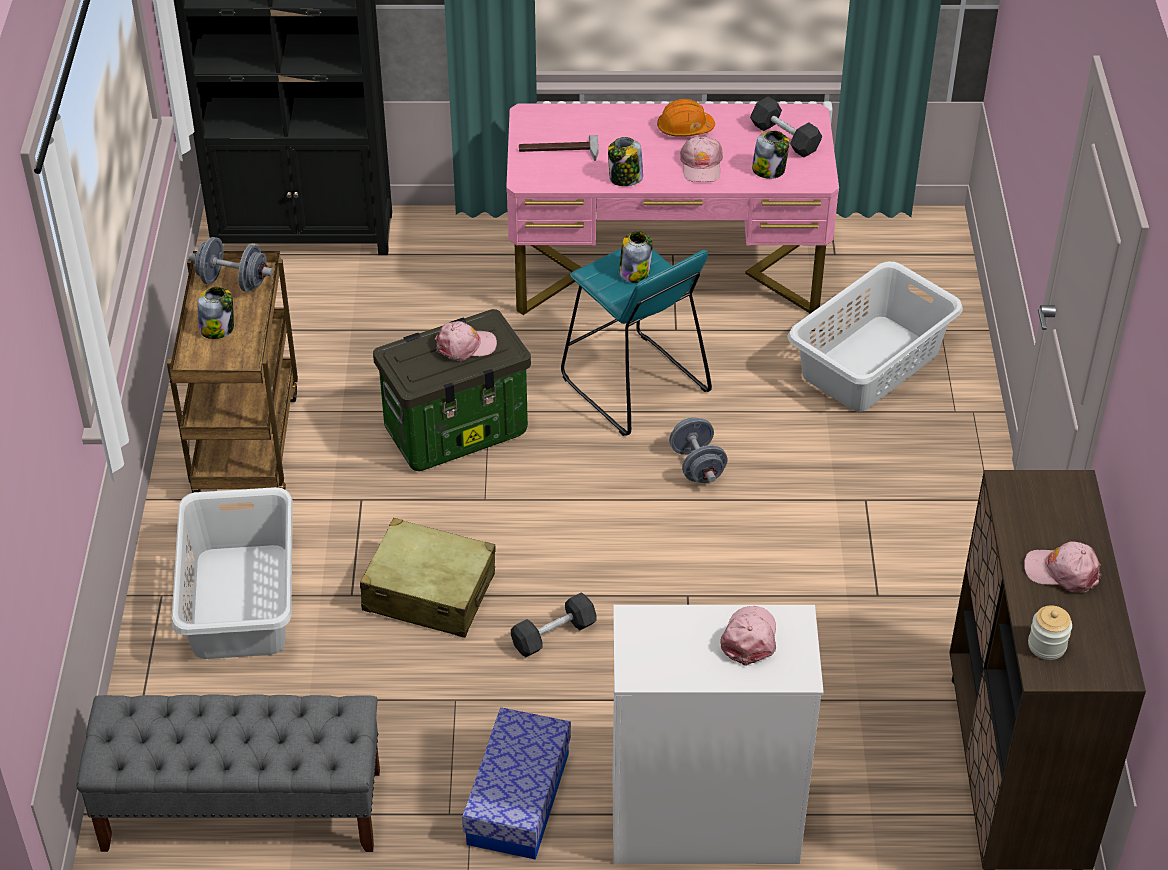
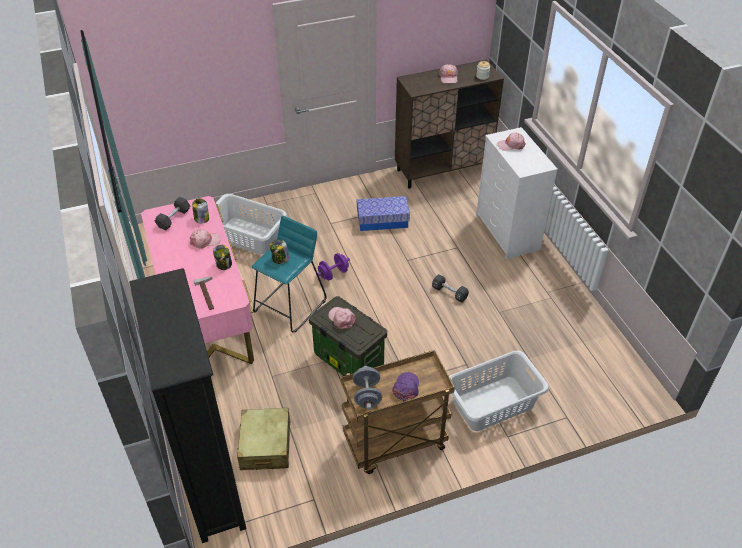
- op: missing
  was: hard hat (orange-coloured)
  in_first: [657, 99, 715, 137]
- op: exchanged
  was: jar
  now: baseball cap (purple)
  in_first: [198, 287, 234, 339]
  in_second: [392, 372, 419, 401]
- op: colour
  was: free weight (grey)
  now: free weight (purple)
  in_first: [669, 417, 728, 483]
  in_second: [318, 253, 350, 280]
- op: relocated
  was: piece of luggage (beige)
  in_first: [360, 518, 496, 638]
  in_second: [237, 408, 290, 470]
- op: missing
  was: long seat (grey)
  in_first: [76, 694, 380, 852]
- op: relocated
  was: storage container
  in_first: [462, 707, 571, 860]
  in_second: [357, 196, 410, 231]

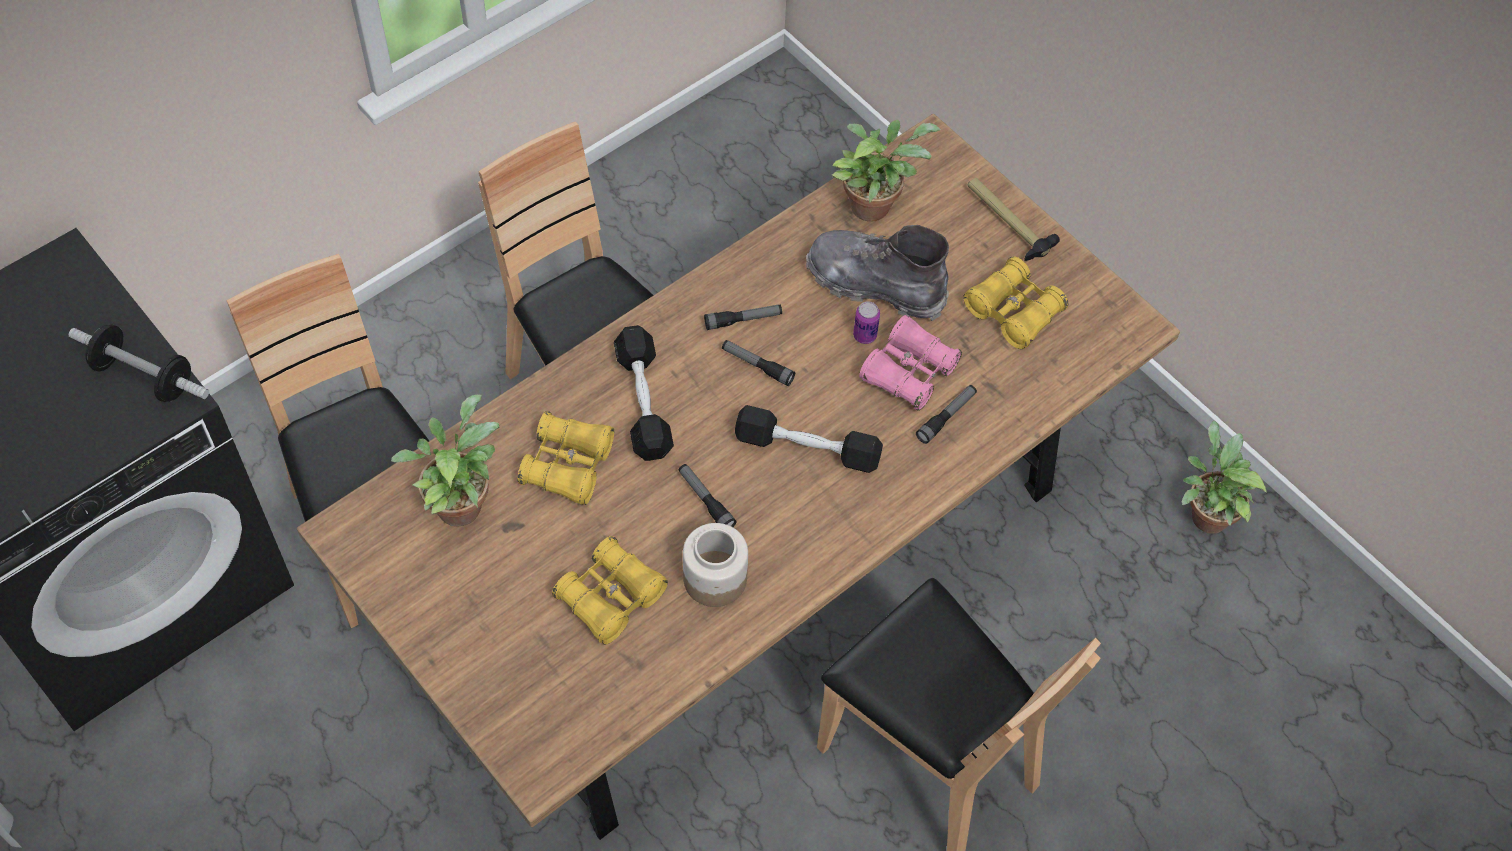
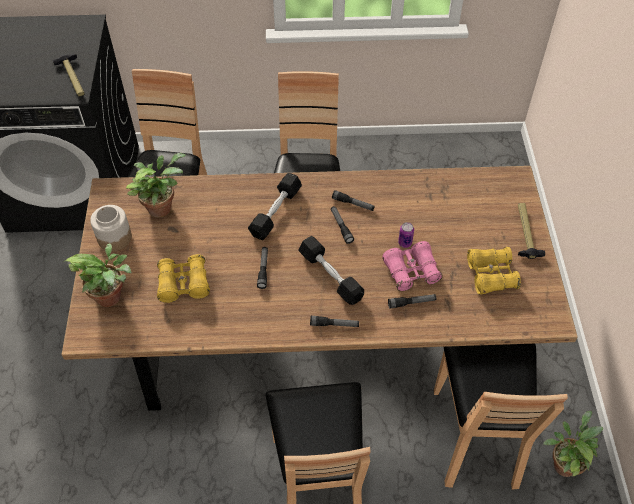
- op: relocated
  was: houseplant
  in_first: [832, 120, 941, 222]
  in_second: [64, 243, 132, 307]
- op: missing
  was: boot (grey)
  in_first: [806, 225, 949, 321]
- op: exchanged
  was: free weight
  now: hand hammer
  in_first: [69, 324, 209, 402]
  in_second: [53, 54, 84, 96]
- op: missing
  was: binoculars (yellowish)
  in_first: [518, 411, 614, 505]
- op: relocated
  was: jar
  in_first: [683, 523, 748, 607]
  in_second: [90, 205, 132, 251]
- op: appeared
  now: torch
  in_second: [310, 316, 359, 327]
- op: appeared
  now: upright chair (brown-coloured)
  in_second: [434, 344, 568, 489]

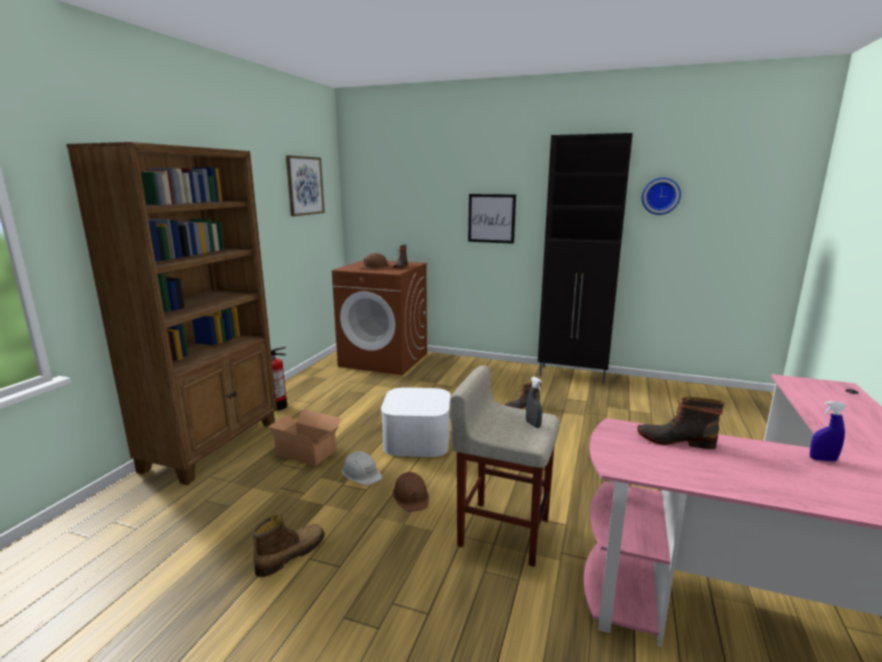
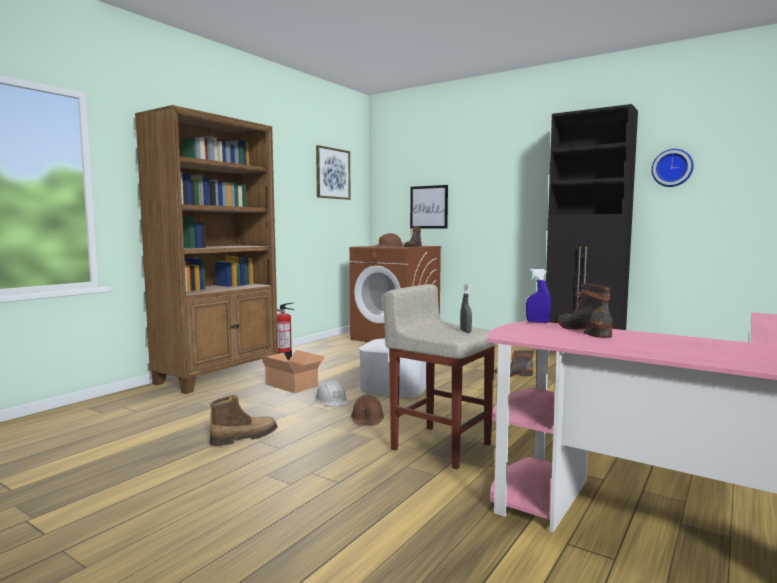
- op: relocated
  was: wall picture
  in_first: [468, 194, 516, 244]
  in_second: [410, 185, 448, 229]
- op: spun
  was: boot
  in_first: [637, 397, 724, 449]
  in_second: [557, 284, 613, 338]
  clockwise: 45
- op: relocated
  was: sprayer (bluish)
  in_first: [810, 401, 847, 461]
  in_second: [526, 269, 551, 323]

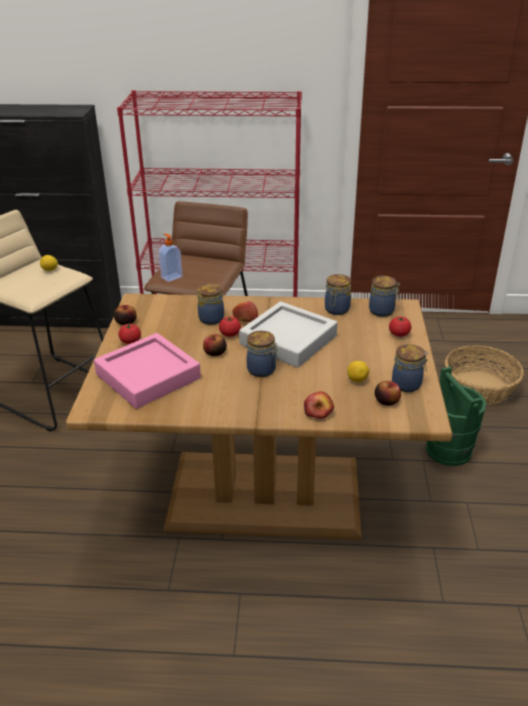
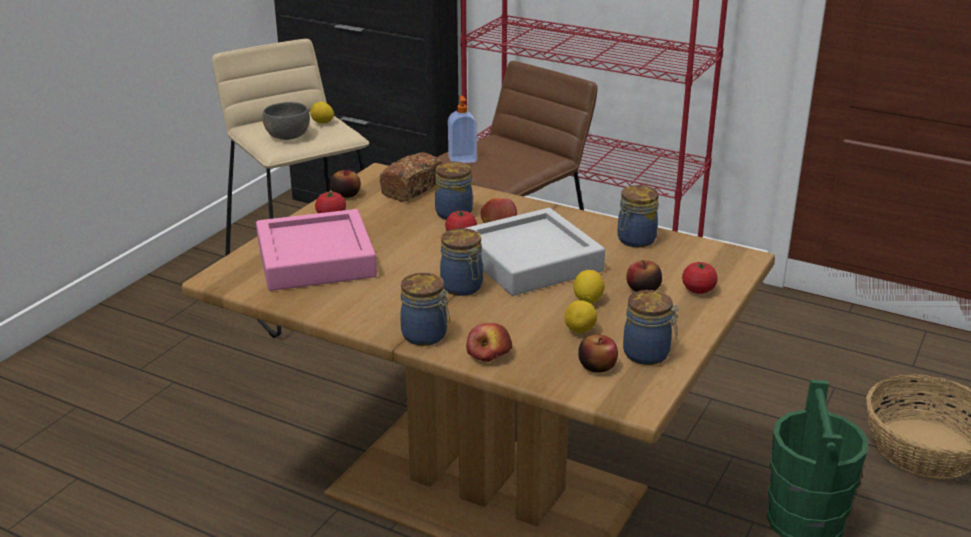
- op: relocated
  was: jar
  in_first: [369, 276, 400, 317]
  in_second: [400, 273, 450, 346]
- op: relocated
  was: apple
  in_first: [203, 334, 227, 356]
  in_second: [626, 260, 662, 292]
- op: appeared
  now: bowl (grey)
  in_second: [263, 102, 310, 140]
- op: appeared
  now: bakery bread
  in_second: [380, 152, 442, 202]
- op: appeared
  now: whole lemon
  in_second: [574, 270, 605, 304]

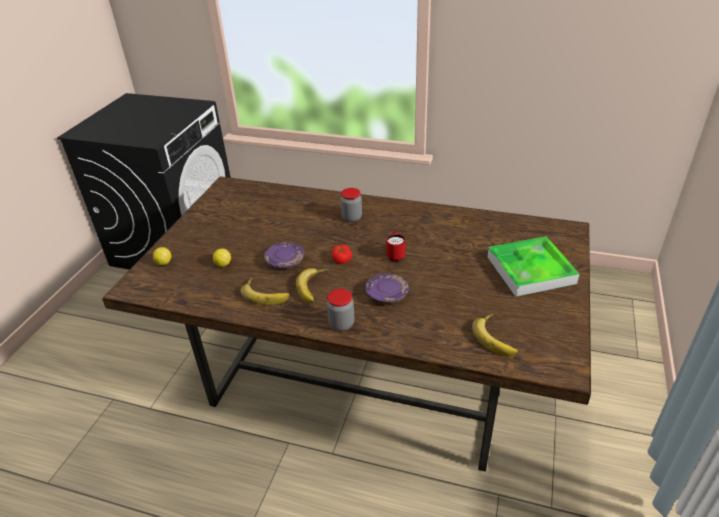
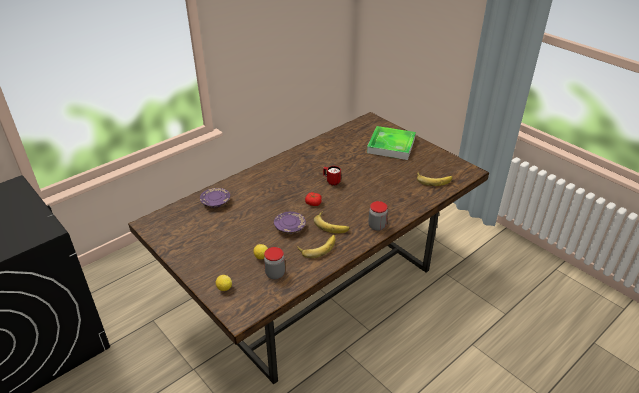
- op: relocated
  was: jar
  in_first: [341, 188, 362, 222]
  in_second: [264, 247, 285, 279]
- op: relocated
  was: dinner plate (purple)
  in_first: [365, 273, 409, 304]
  in_second: [200, 188, 230, 208]

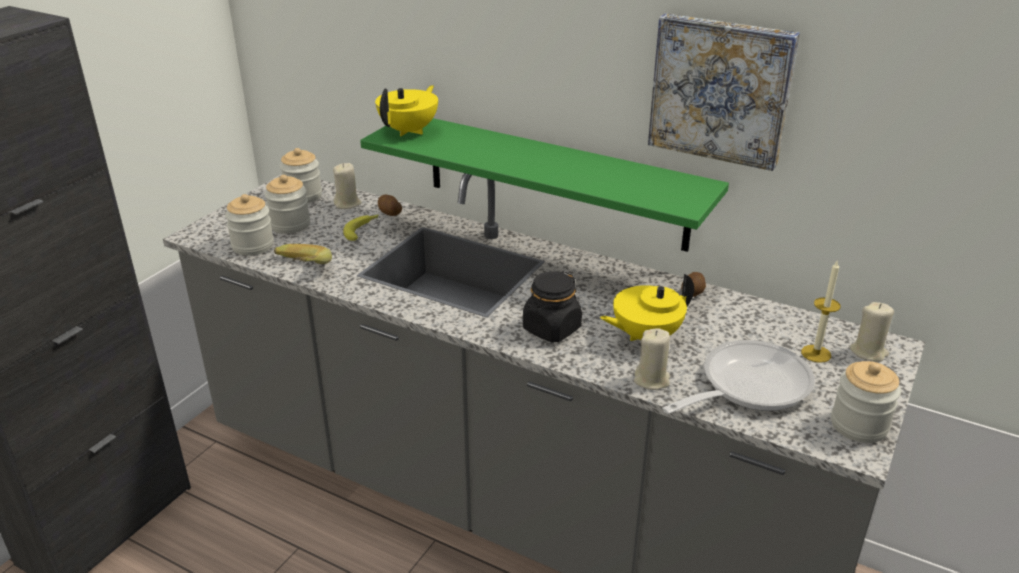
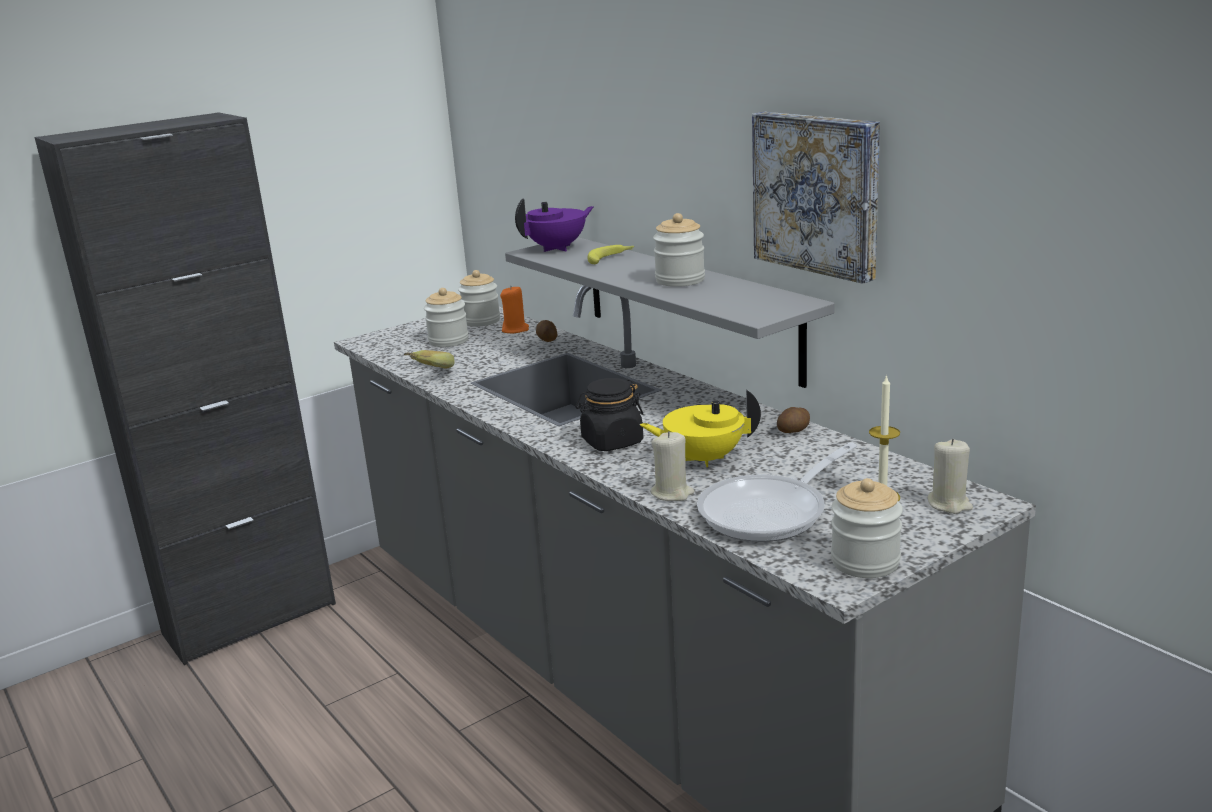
- op: colour
  was: pot for tea (yellowish)
  now: pot for tea (purple)
  in_first: [375, 85, 438, 136]
  in_second: [515, 198, 594, 252]
- op: colour
  was: bracket shelf (green-coloured)
  now: bracket shelf (grey)
  in_first: [360, 118, 729, 252]
  in_second: [505, 237, 835, 388]
- op: colour
  was: wax light (beige)
  now: wax light (orange-coloured)
  in_first: [333, 163, 361, 209]
  in_second: [500, 286, 529, 333]
- op: relocated
  was: jar
  in_first: [225, 194, 274, 256]
  in_second: [653, 213, 705, 287]
- op: relocated
  was: banana
  in_first: [343, 215, 379, 241]
  in_second: [587, 245, 634, 264]
- op: spun
  was: pan
  in_first: [662, 340, 815, 414]
  in_second: [697, 442, 857, 542]
  clockwise: 150

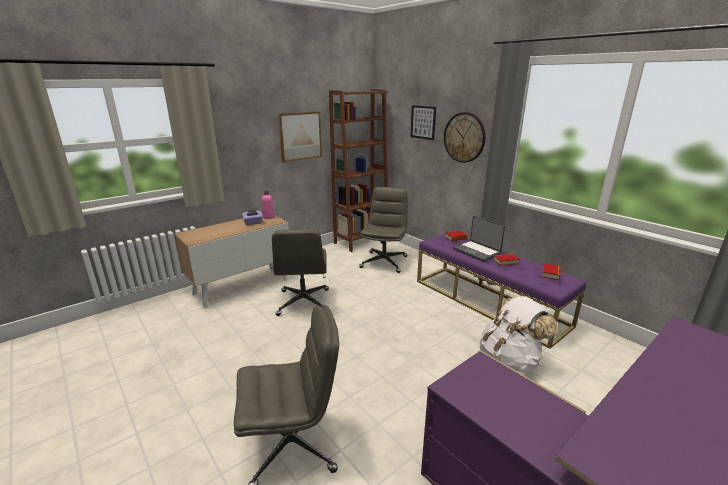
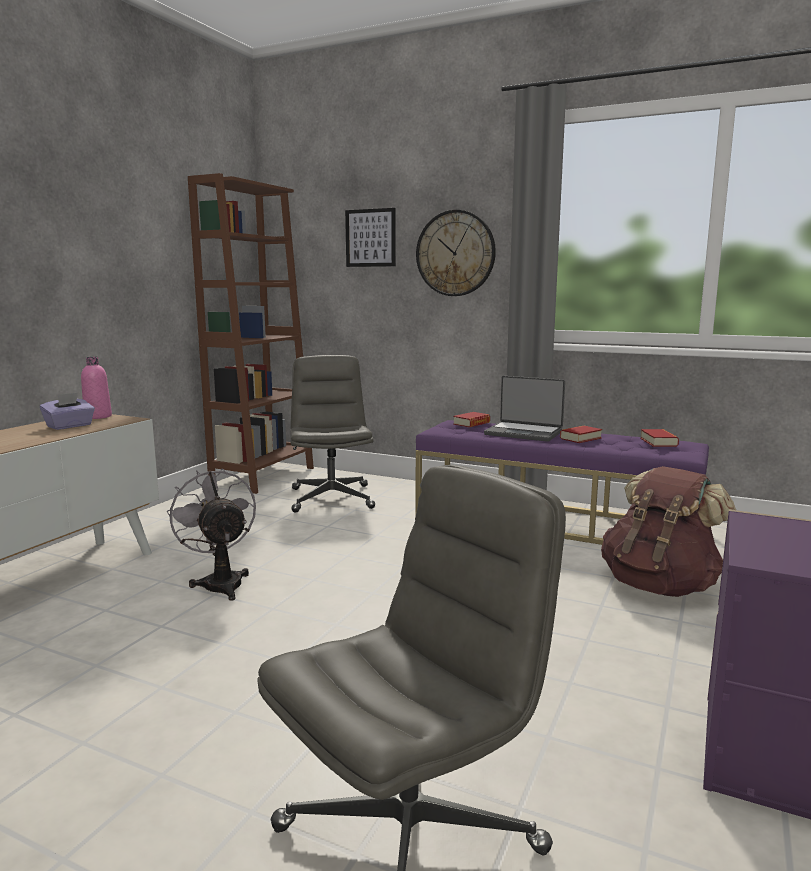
- op: missing
  was: wall picture
  in_first: [278, 111, 322, 162]
- op: exchanged
  was: office chair (grey)
  now: electric fan (grey)
  in_first: [272, 229, 329, 316]
  in_second: [167, 468, 256, 601]
- op: colour
  was: backpack (whitish)
  now: backpack (brown-coloured)
  in_first: [480, 296, 559, 373]
  in_second: [601, 466, 736, 597]

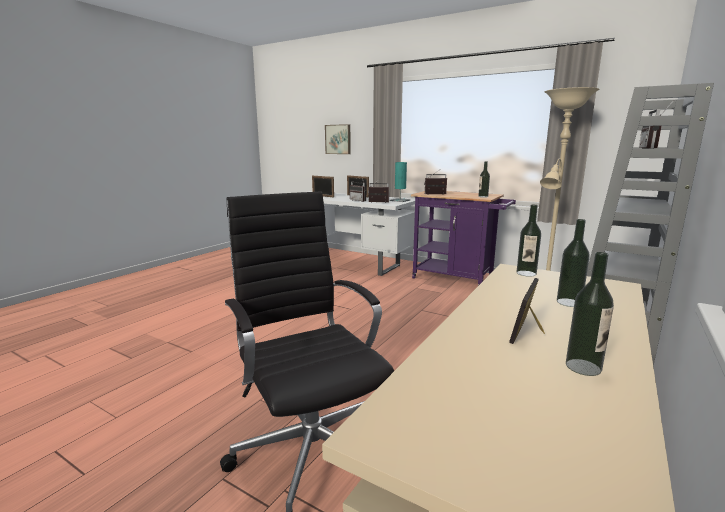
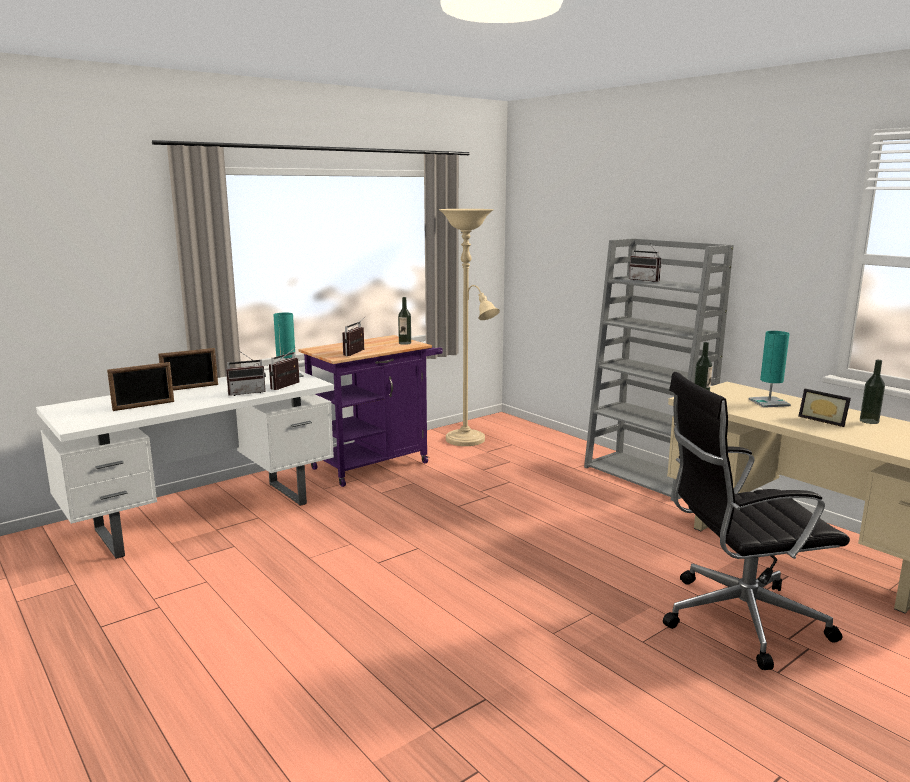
- op: missing
  was: wall picture
  in_first: [325, 124, 351, 154]
- op: exchanged
  was: drink bottle
  now: lamp for a table (blue-green)
  in_first: [557, 219, 590, 307]
  in_second: [748, 331, 791, 408]

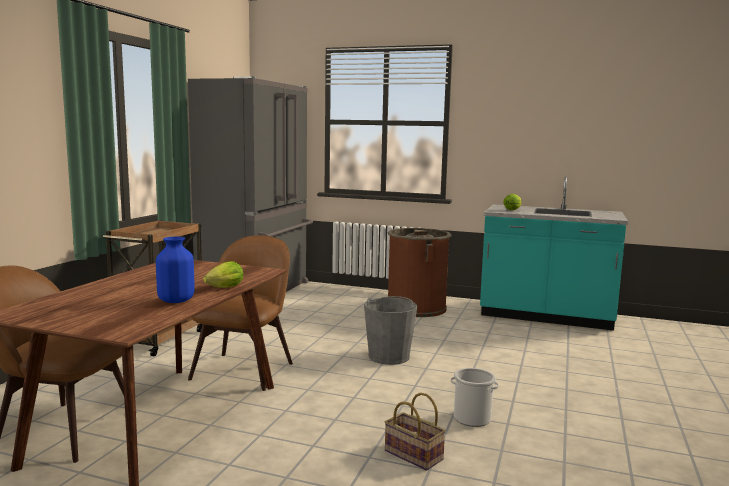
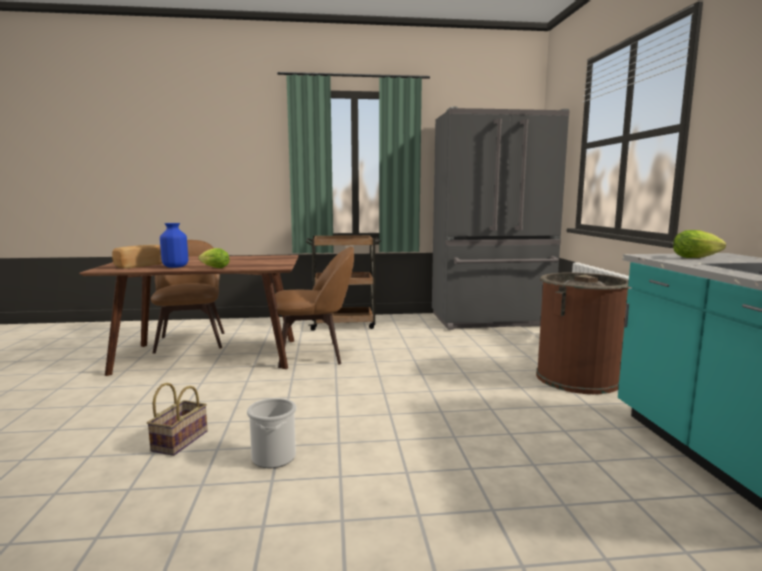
- op: missing
  was: water bucket (grey)
  in_first: [364, 296, 417, 365]
- op: appeared
  now: bakery bread
  in_second: [112, 245, 163, 269]

